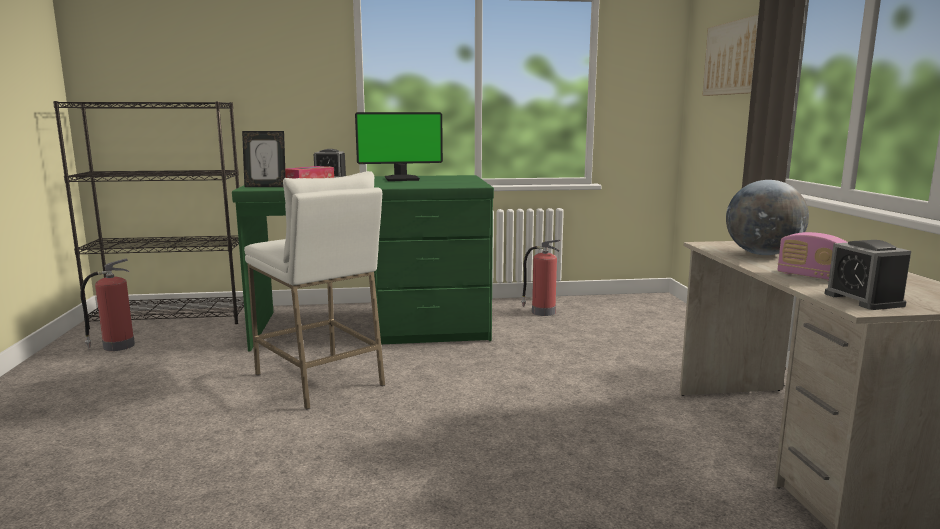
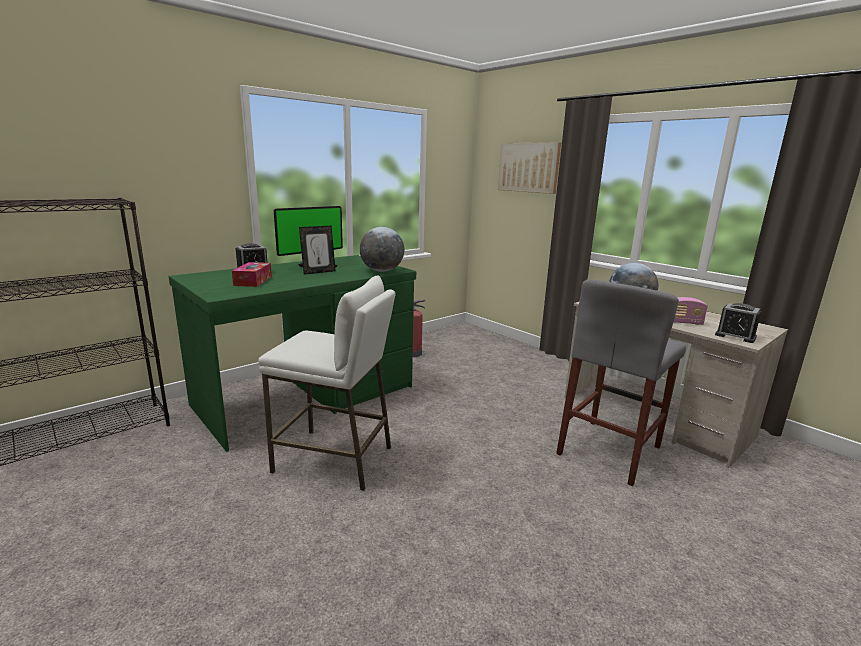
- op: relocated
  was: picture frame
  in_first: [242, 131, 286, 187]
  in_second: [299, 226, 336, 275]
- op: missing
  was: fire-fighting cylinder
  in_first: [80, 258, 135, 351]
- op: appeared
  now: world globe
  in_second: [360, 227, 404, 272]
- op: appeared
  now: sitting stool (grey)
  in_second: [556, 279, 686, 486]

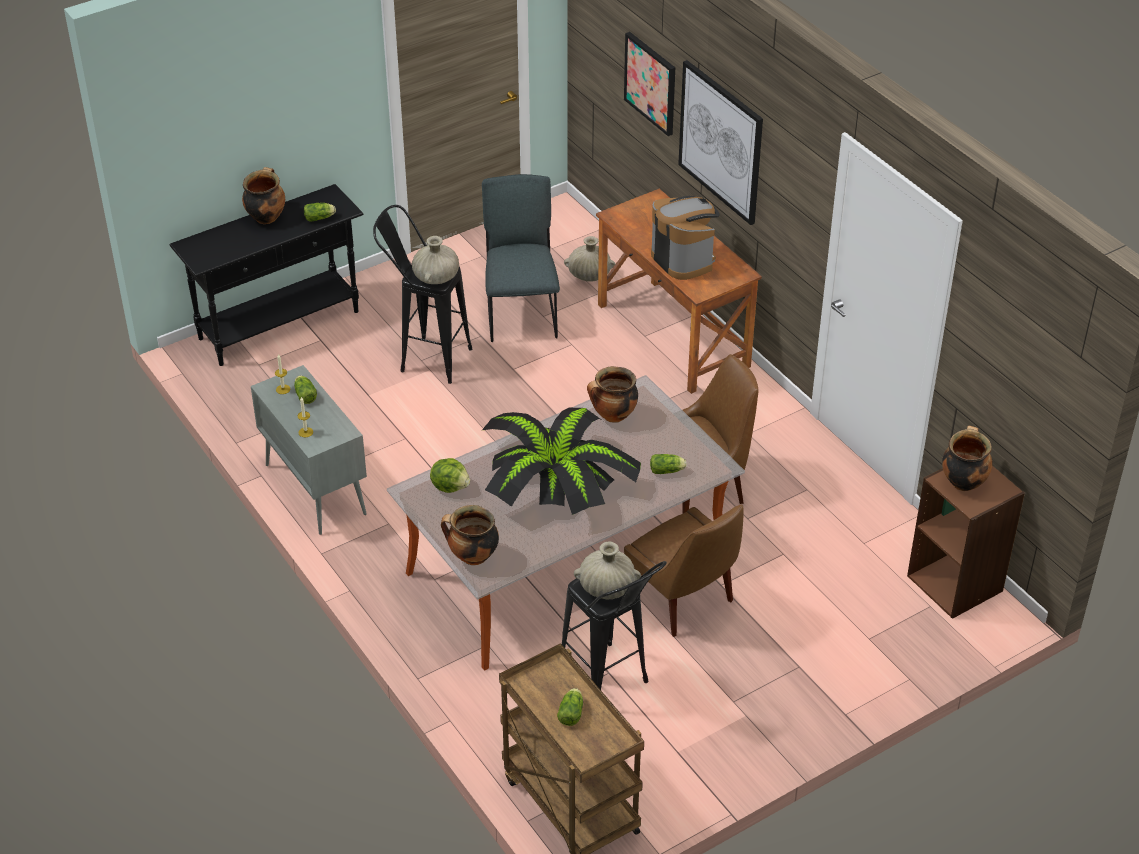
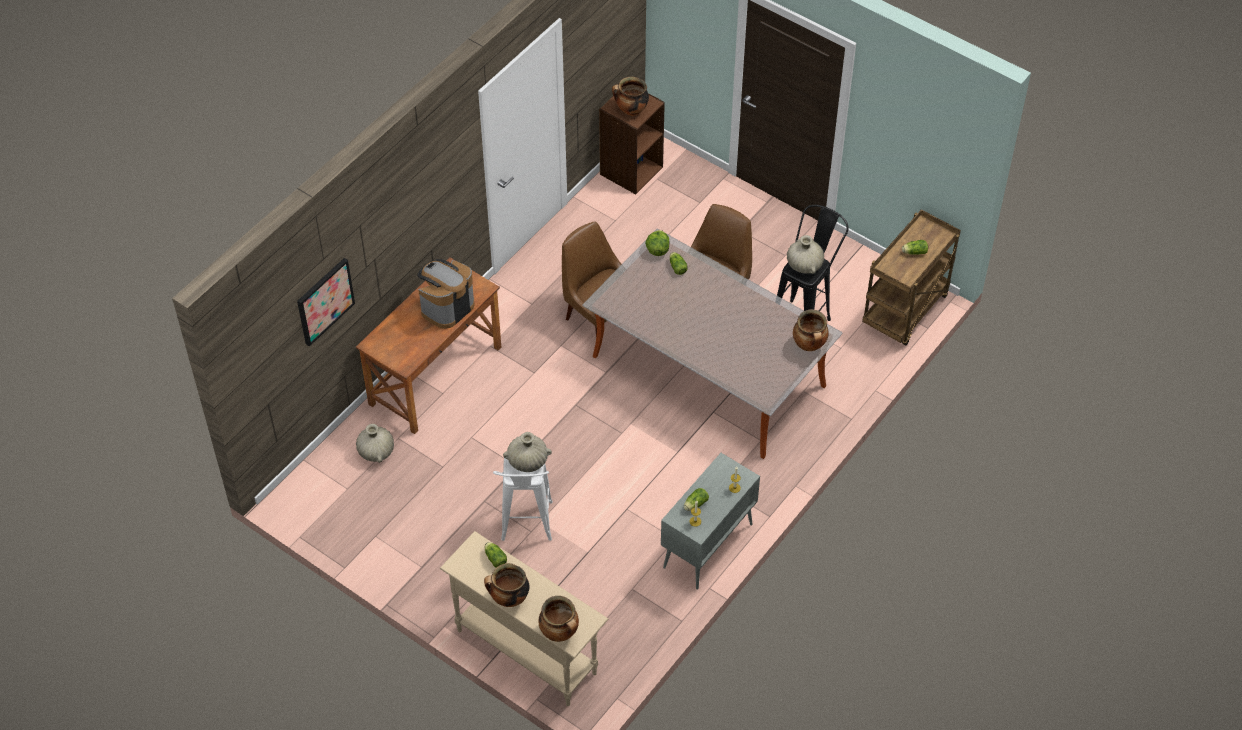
- op: missing
  was: wall picture
  in_first: [678, 60, 763, 225]
- op: missing
  was: upright chair (grey)
  in_first: [482, 174, 560, 342]
- op: colour
  was: console table (black-coloured)
  now: console table (beige)
  in_first: [169, 184, 364, 366]
  in_second: [440, 531, 608, 706]
- op: colour
  was: sitting stool (black-coloured)
  now: sitting stool (whitish)
  in_first: [373, 205, 472, 384]
  in_second: [493, 458, 553, 541]
- op: relocated
  was: cooking pot
  in_first: [587, 366, 638, 423]
  in_second: [539, 596, 579, 642]
- op: missing
  was: houseplant
  in_first: [481, 408, 641, 515]
- op: relocated
  was: head of lettuce
  in_first: [430, 458, 470, 493]
  in_second: [645, 230, 670, 256]

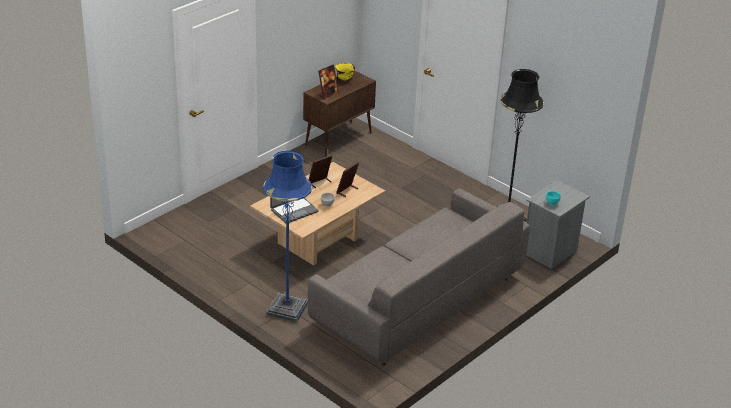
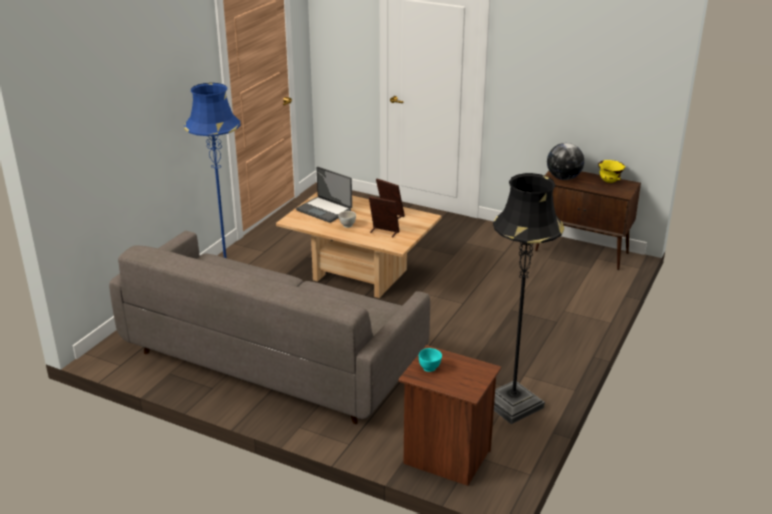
- op: exchanged
  was: picture frame
  now: world globe
  in_first: [318, 64, 339, 99]
  in_second: [547, 143, 584, 180]
- op: colour
  was: night table (grey)
  now: night table (brown-coloured)
  in_first: [526, 180, 590, 269]
  in_second: [398, 345, 501, 486]

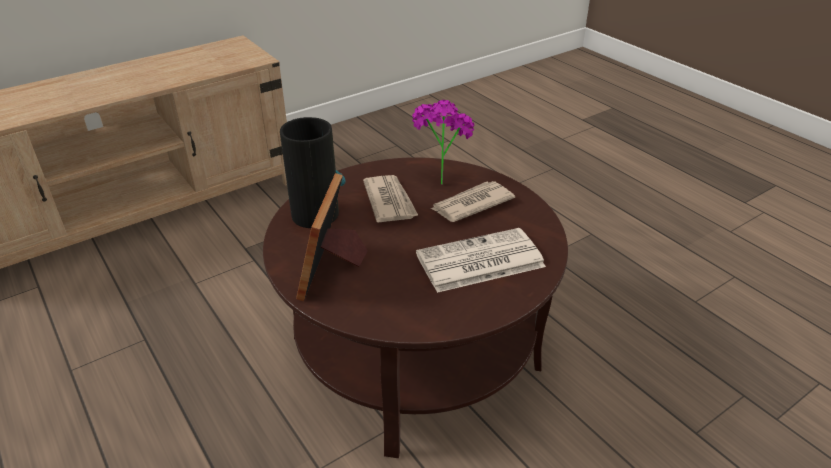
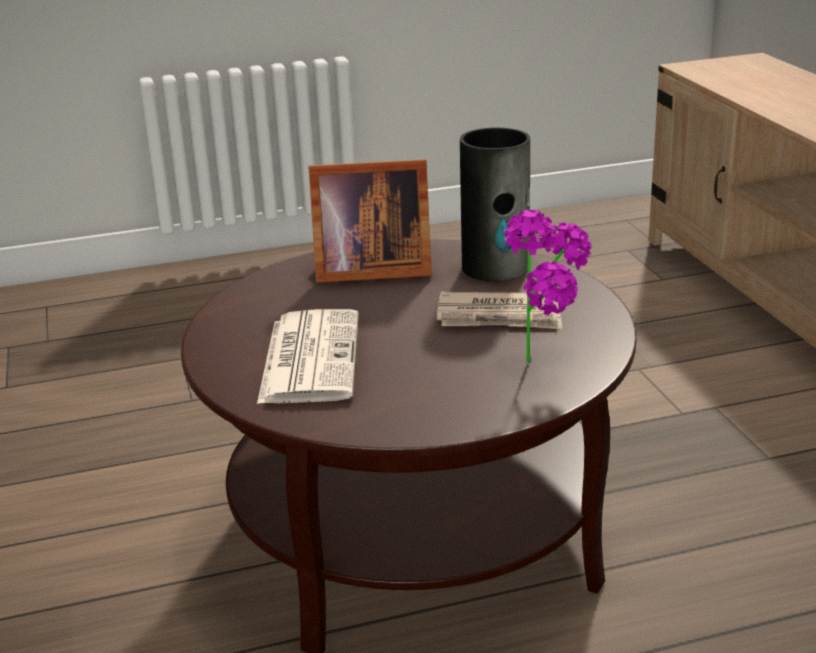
- op: spun
  was: picture frame
  in_first: [296, 173, 368, 301]
  in_second: [308, 159, 432, 283]
  clockwise: 150
- op: missing
  was: newspaper
  in_first: [431, 181, 515, 222]

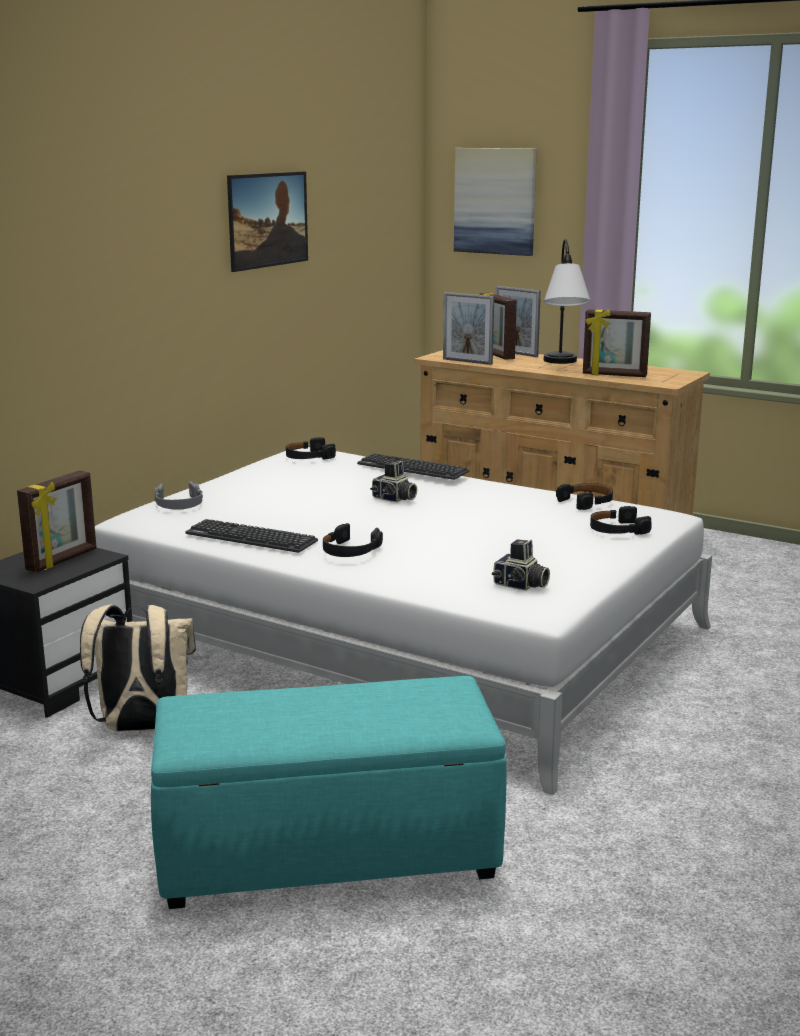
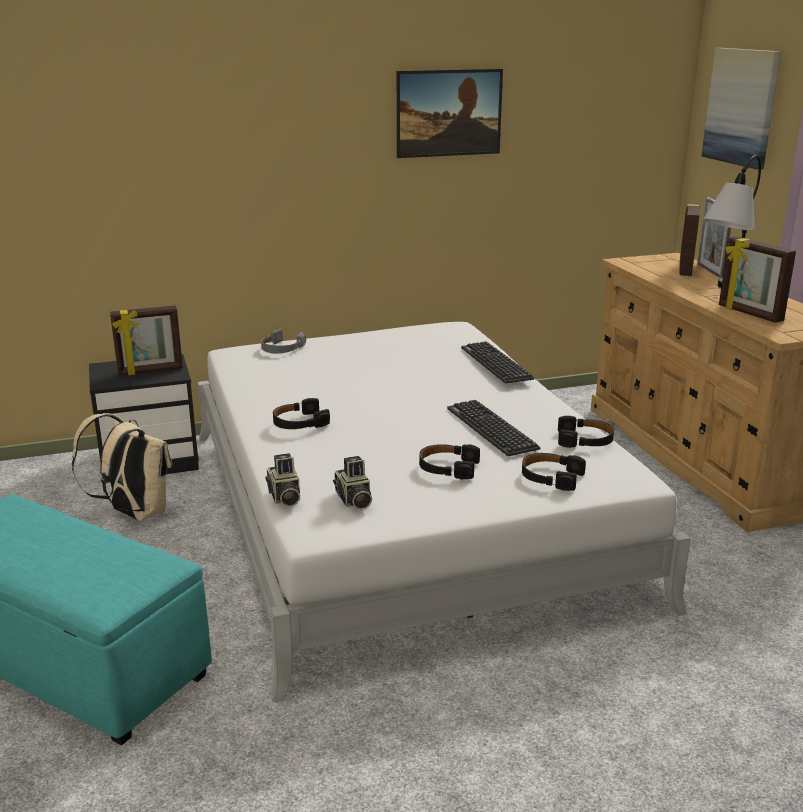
- op: missing
  was: picture frame
  in_first: [443, 292, 494, 365]
- op: relocated
  was: headphones (black-coloured)
  in_first: [286, 438, 336, 459]
  in_second: [419, 444, 480, 480]
- op: relocated
  was: photo camera
  in_first: [370, 461, 417, 502]
  in_second: [265, 453, 300, 507]
- op: relocated
  was: PC keyboard
  in_first: [185, 519, 318, 553]
  in_second: [447, 400, 540, 456]

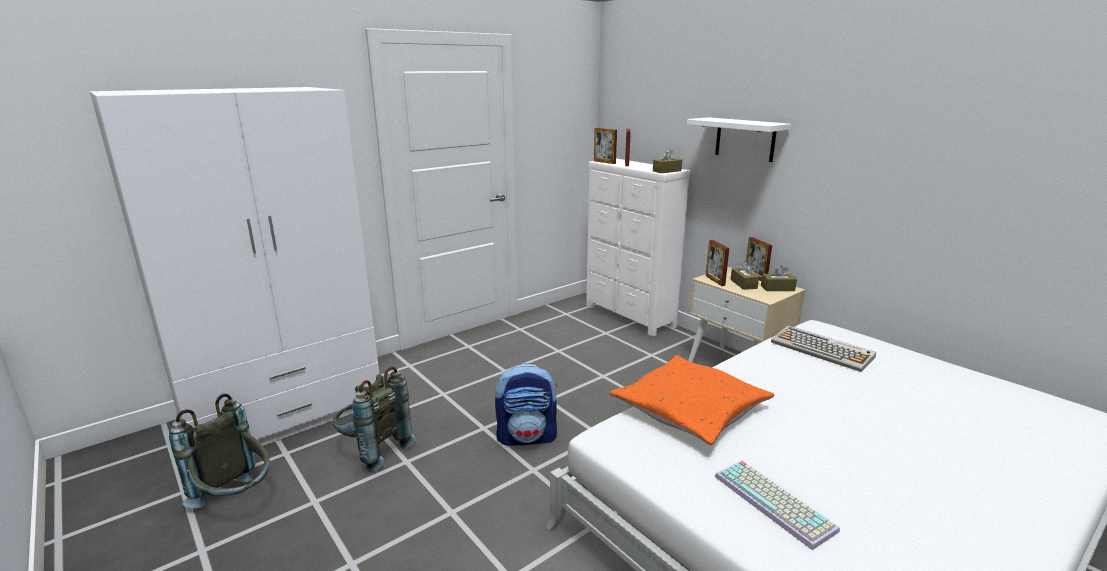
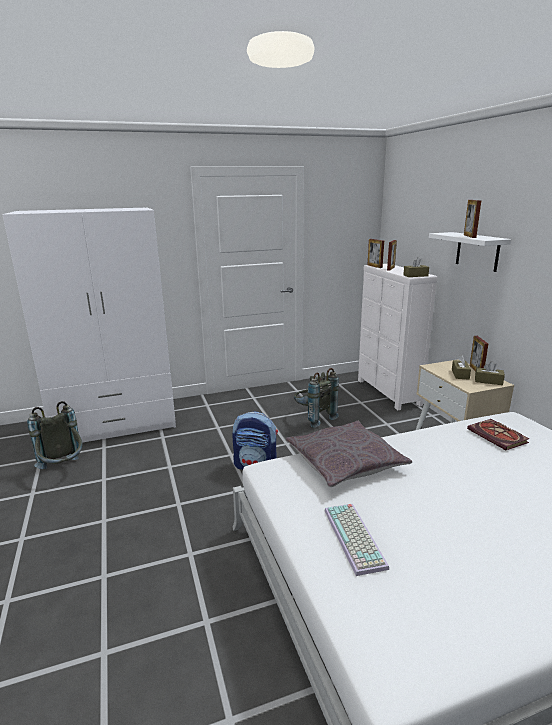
- op: relocated
  was: picture frame
  in_first: [706, 240, 730, 286]
  in_second: [464, 200, 481, 238]
- op: exchanged
  was: PC keyboard
  now: book
  in_first: [771, 326, 876, 372]
  in_second: [467, 419, 530, 450]
- op: colour
  was: cushion (orange-coloured)
  now: cushion (grey)
  in_first: [610, 355, 774, 445]
  in_second: [286, 421, 412, 487]
- op: relocated
  was: backpack (grey)
  in_first: [333, 366, 415, 472]
  in_second: [294, 368, 339, 428]

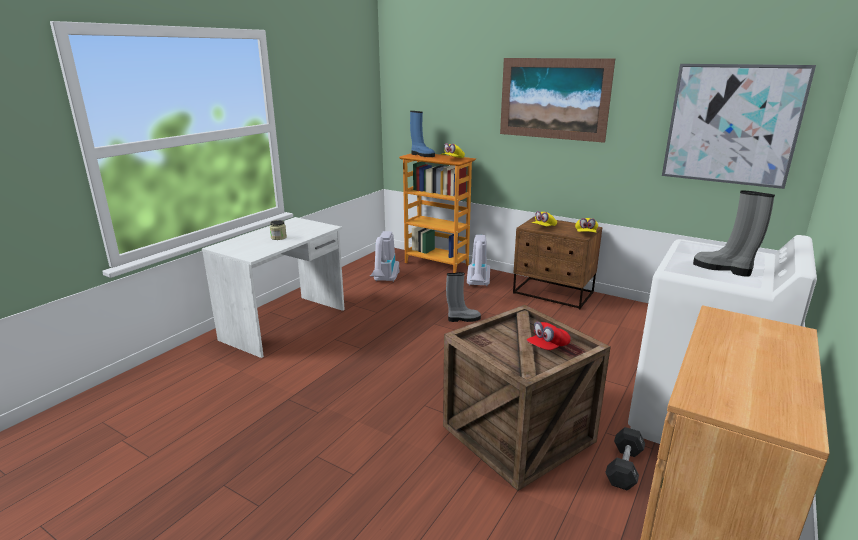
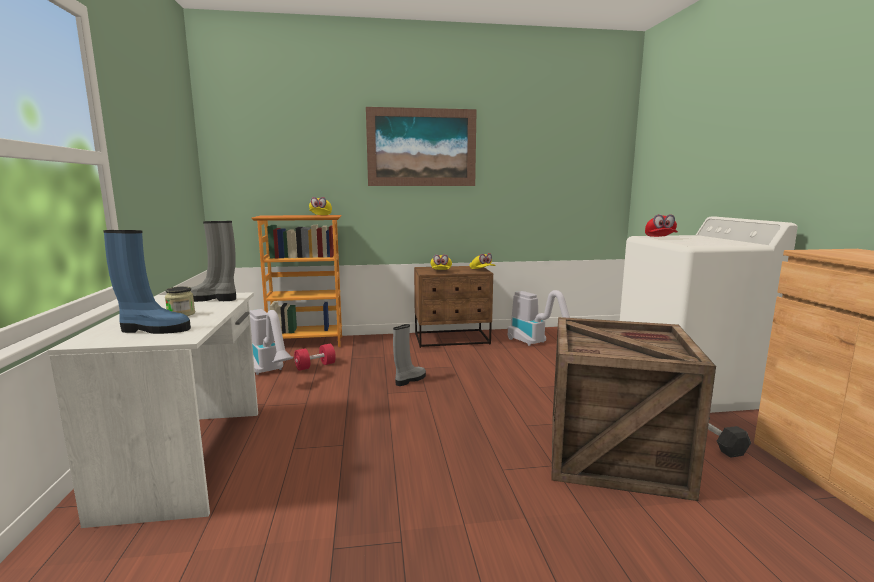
- op: missing
  was: wall picture
  in_first: [662, 64, 816, 189]
- op: relocated
  was: boot (bluish)
  in_first: [410, 111, 435, 157]
  in_second: [103, 230, 191, 334]
- op: relocated
  was: boot (grey)
  in_first: [693, 191, 775, 277]
  in_second: [190, 221, 236, 302]
- op: relocated
  was: vacuum
  in_first: [467, 235, 490, 286]
  in_second: [508, 290, 570, 346]
- op: relocated
  was: baseball cap (red-coloured)
  in_first: [527, 322, 571, 350]
  in_second: [645, 214, 678, 237]
- op: appeared
  now: free weight (red-coloured)
  in_second: [294, 344, 336, 371]

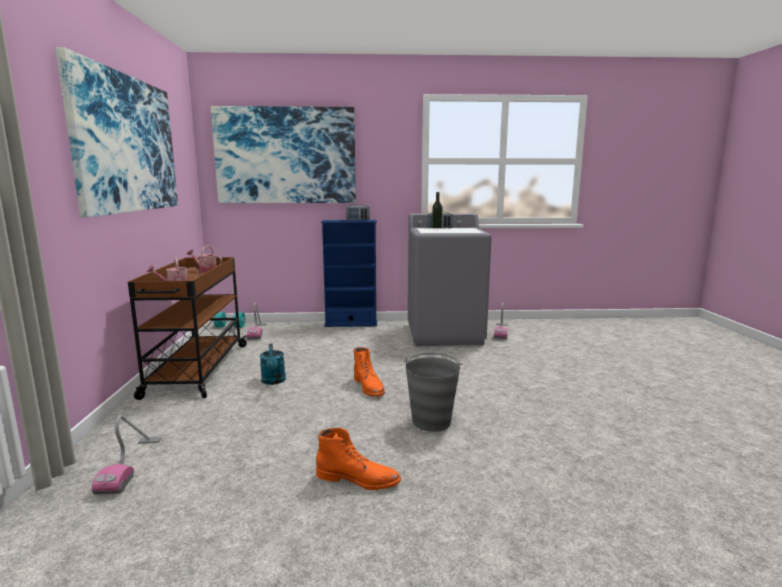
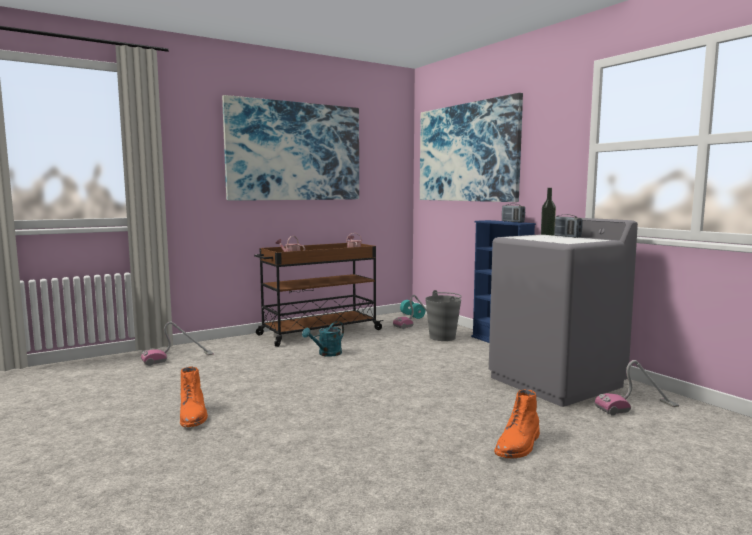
- op: relocated
  was: boot (orange-coloured)
  in_first: [354, 347, 385, 397]
  in_second: [494, 389, 540, 459]
- op: relocated
  was: water bucket (grey)
  in_first: [403, 353, 463, 432]
  in_second: [425, 290, 462, 341]

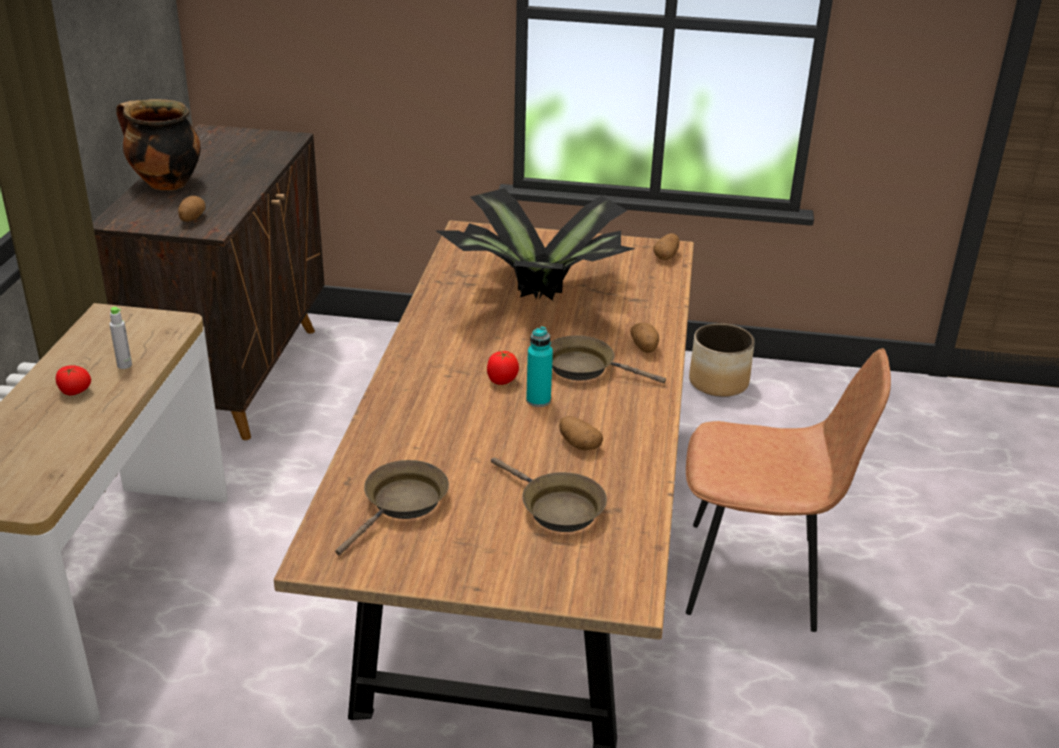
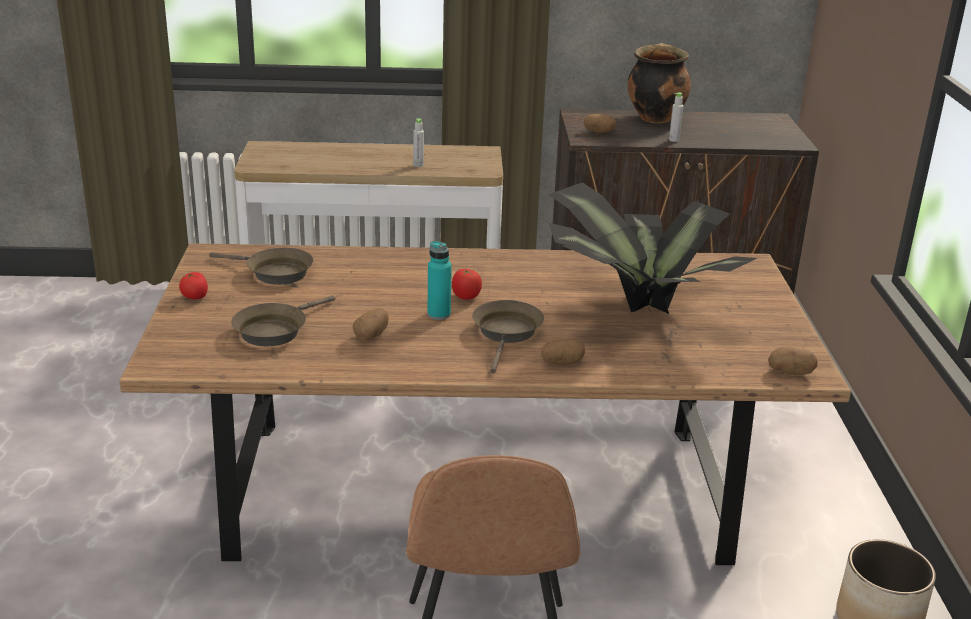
- op: relocated
  was: fresh tomato
  in_first: [56, 365, 91, 395]
  in_second: [179, 272, 208, 299]
- op: appeared
  now: drink bottle (grey)
  in_second: [669, 92, 683, 142]

